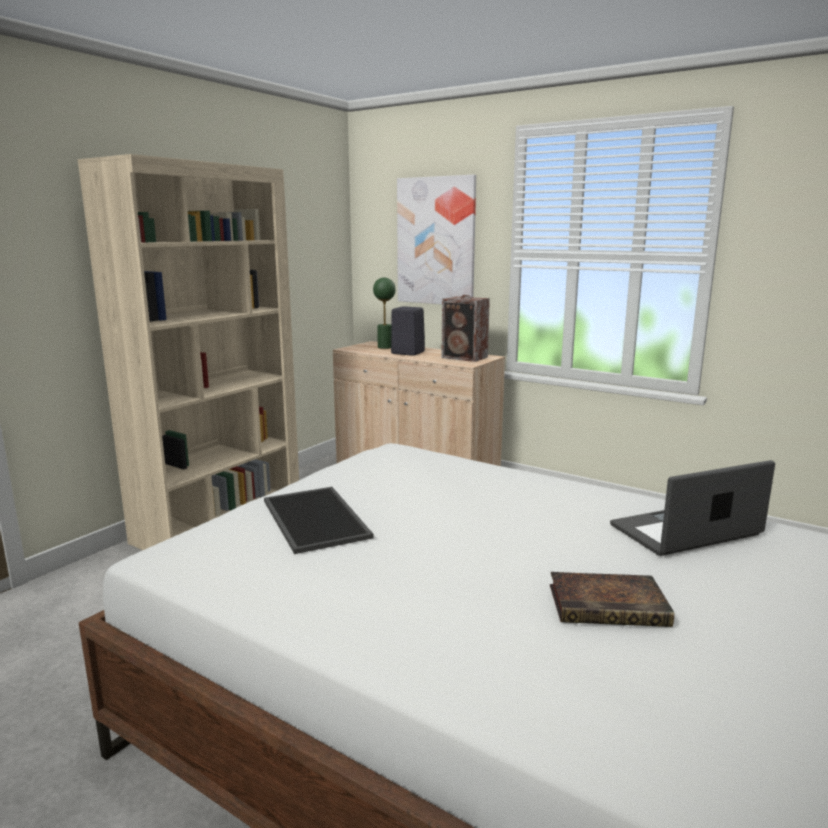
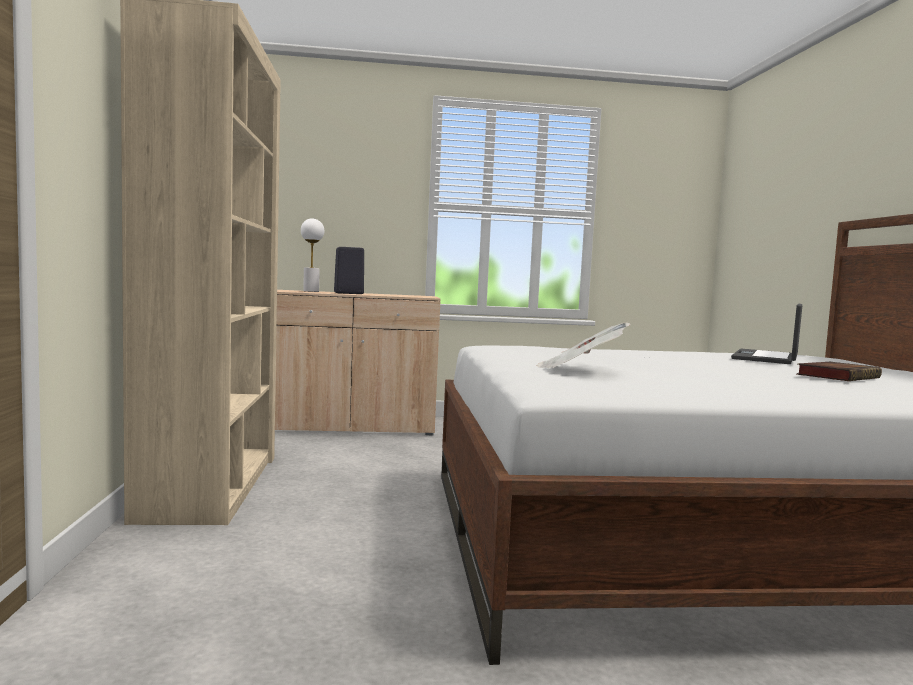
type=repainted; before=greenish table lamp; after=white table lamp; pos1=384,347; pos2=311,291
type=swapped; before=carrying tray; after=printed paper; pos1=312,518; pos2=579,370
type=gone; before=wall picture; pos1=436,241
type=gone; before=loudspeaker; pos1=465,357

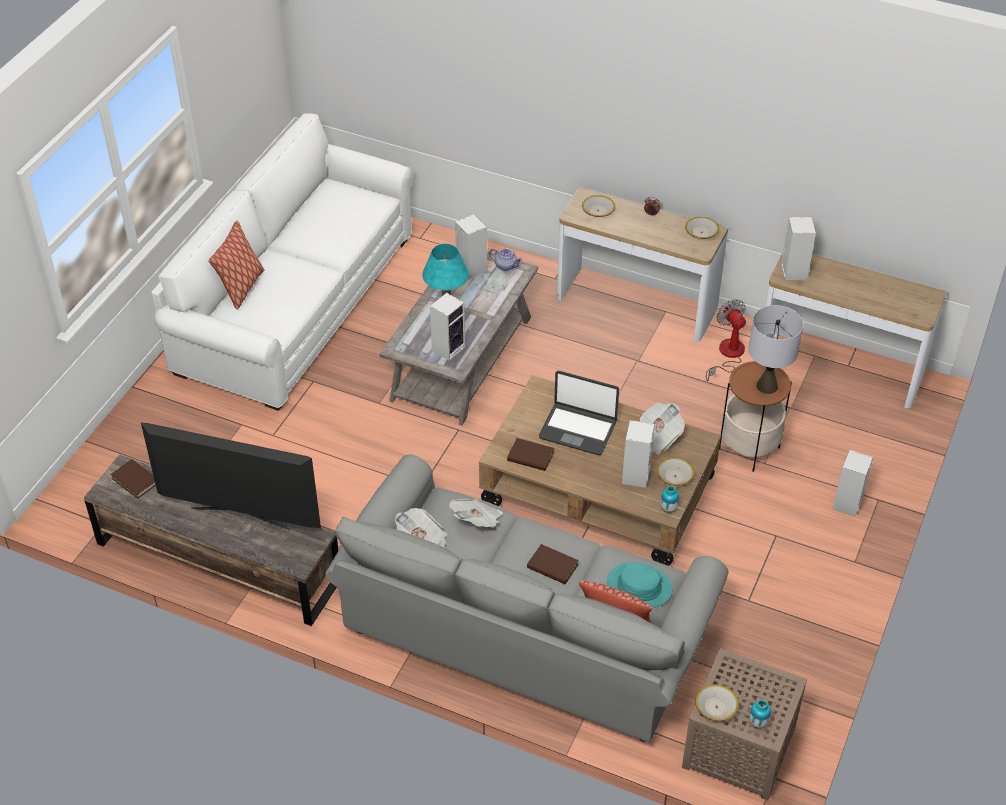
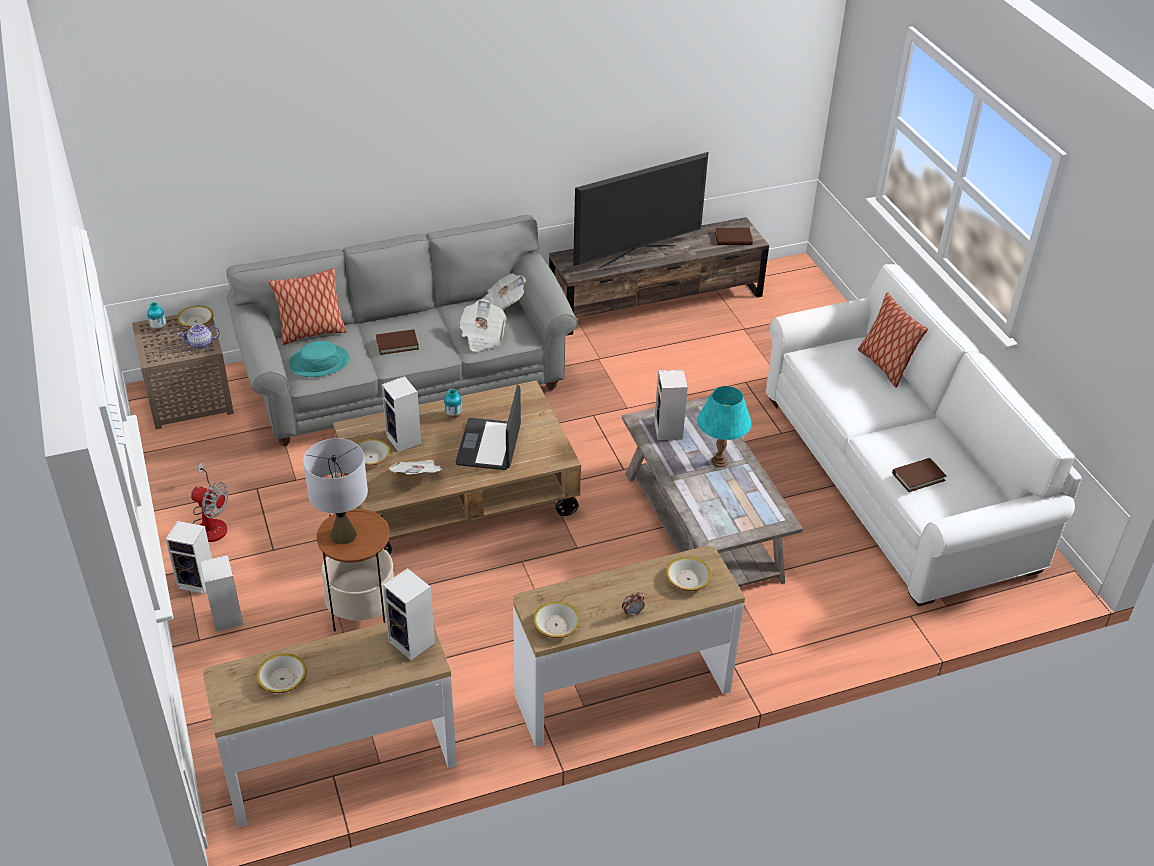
type=shifted; before=loudspeaker; pos1=470,268; pos2=198,581
type=shifted; before=tea pot; pos1=506,266; pos2=200,344
type=shifted; before=electric fan; pos1=727,355; pos2=211,523
type=new; after=deep dish; pos2=282,679
type=shifted; before=flower vase; pos1=668,509; pos2=453,415
type=rotated; before=laptop; pos1=578,429; pos2=489,445; turn=-60
type=shifted; before=brownish bound book; pos1=530,456; pos2=918,477

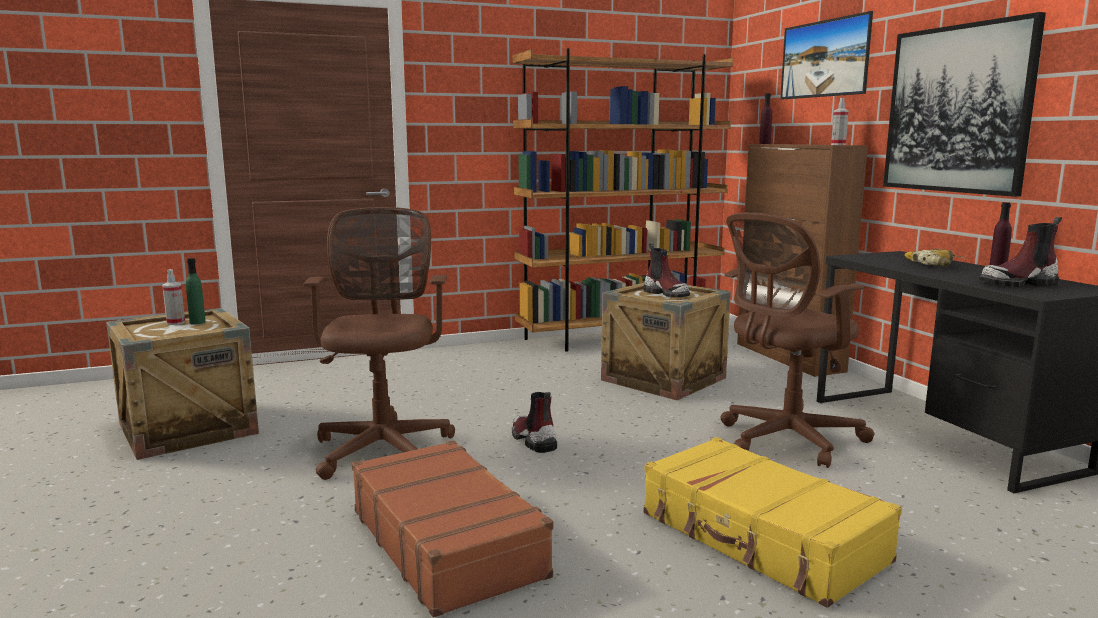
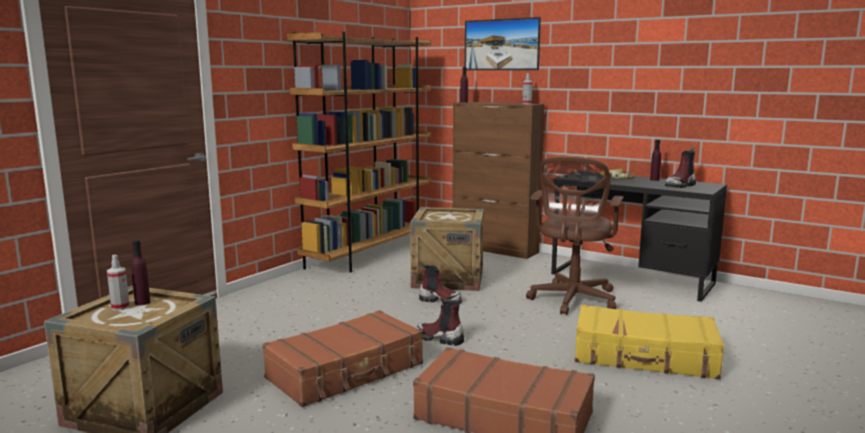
type=repainted; before=greenish drink bottle; after=purple drink bottle; pos1=197,322; pos2=142,302
type=swapped; before=brownish computer chair; after=brownish travel case; pos1=384,446; pos2=346,371
type=shifted; before=boot; pos1=666,294; pos2=440,300
type=gone; before=wall picture; pos1=957,109

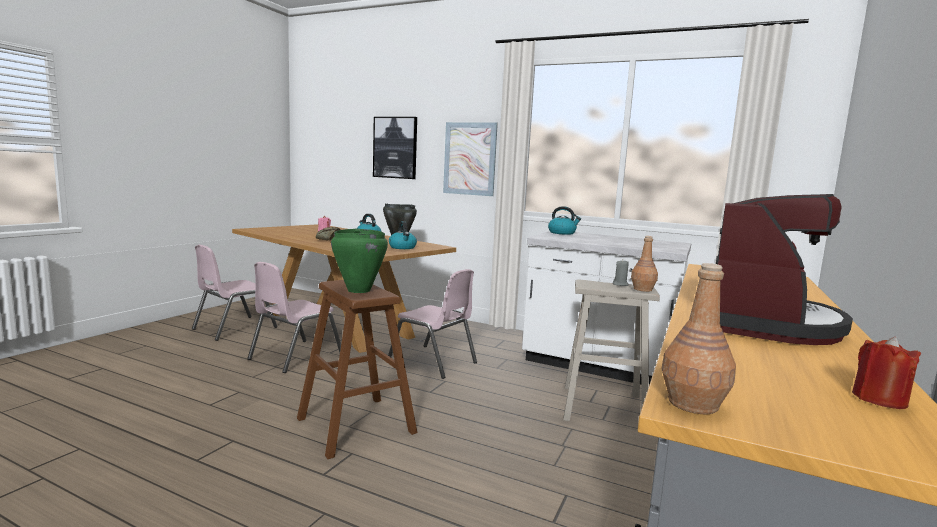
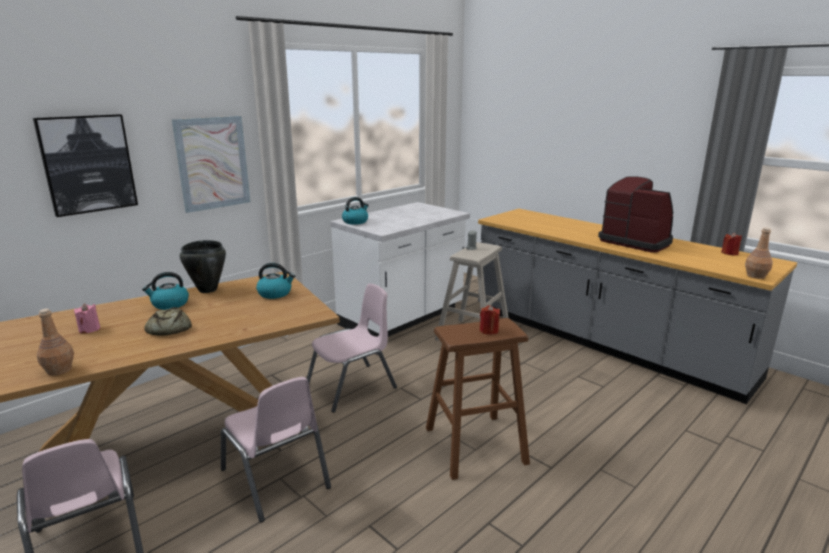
type=shifted; before=brownish drink bottle; pos1=642,289; pos2=59,370
type=swapped; before=greenish saucepot; after=red candle; pos1=358,290; pos2=489,330

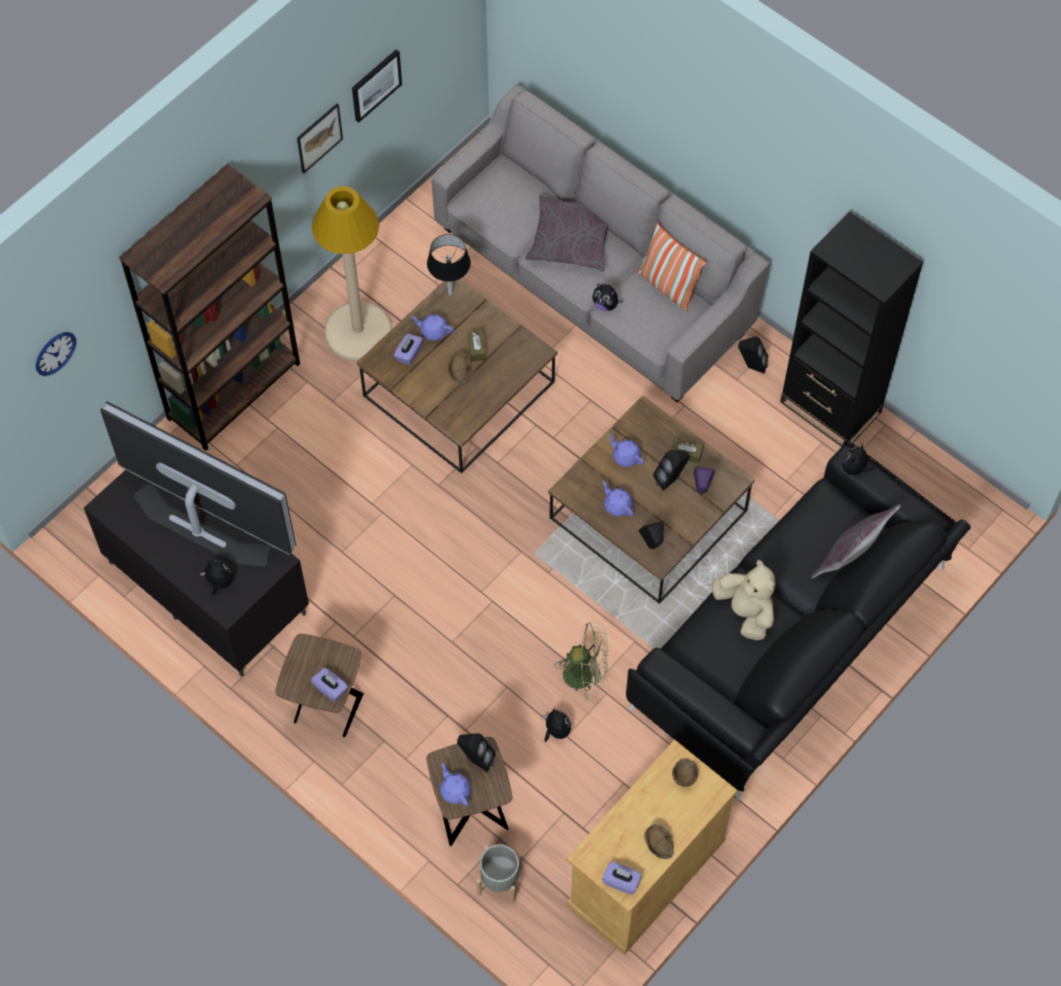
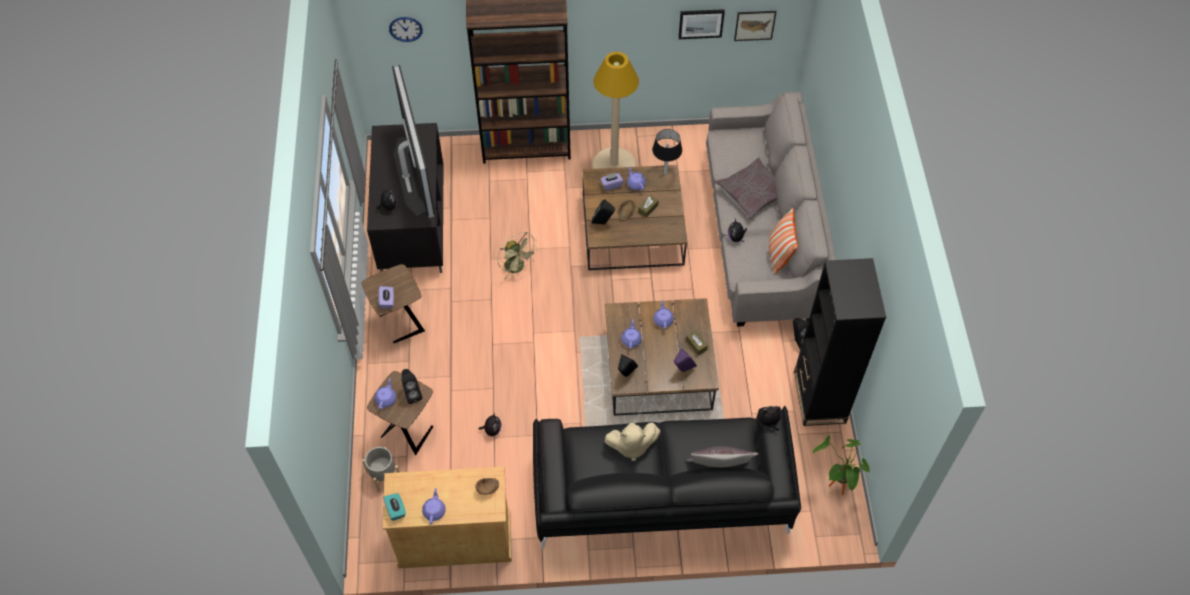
type=repainted; before=purple tissue holder; after=turquoise tissue holder; pos1=621,881; pos2=396,510
type=swapped; before=brownish deep dish; after=purple tea pot; pos1=659,846; pos2=434,511
type=shifted; before=greenish electric fan; pos1=585,674; pos2=517,268
type=shifted; before=blackish loudspeaker; pos1=671,479; pos2=603,223
type=rotated; before=sand-coloured plush toy; pos1=745,611; pos2=631,446; turn=75
type=shifted; before=wall picture; pos1=319,137; pos2=754,25
type=new; after=potted plant; pos2=835,489

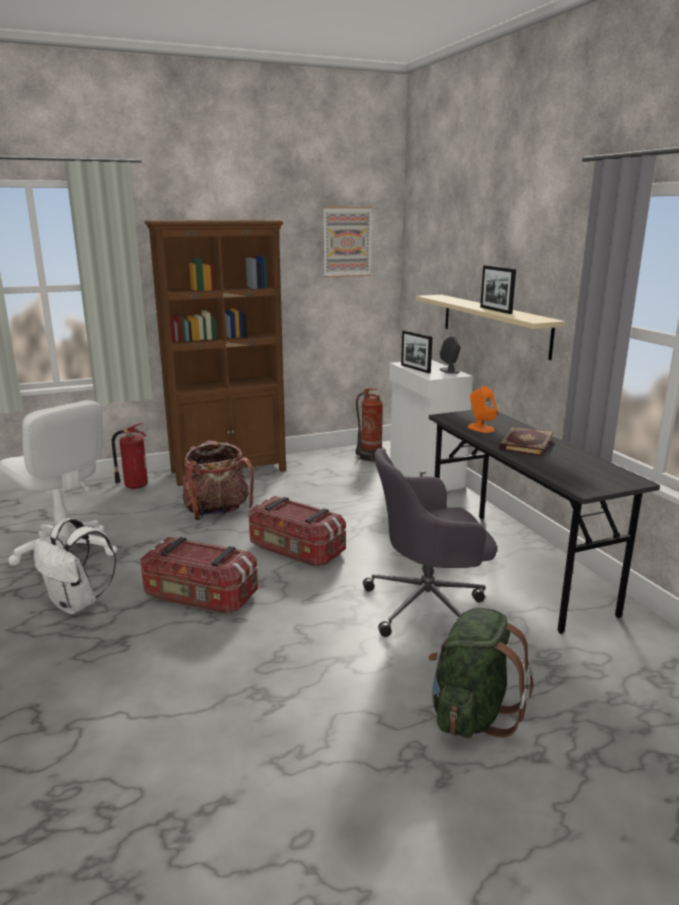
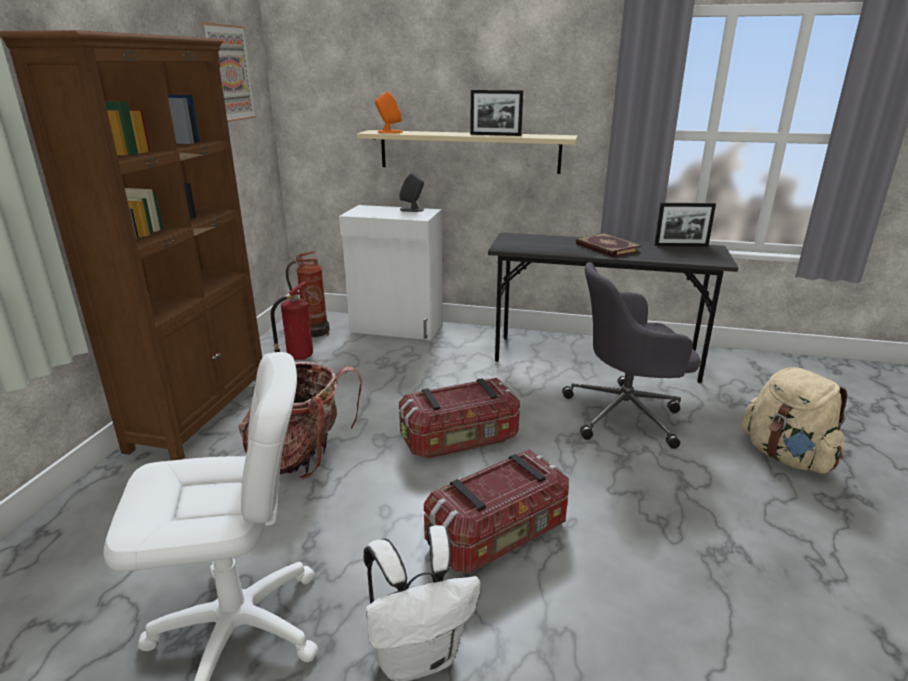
type=shifted; before=fire extinguisher; pos1=135,486; pos2=298,356
type=shifted; before=orange loudspeaker; pos1=480,428; pos2=389,132
type=rotated; before=grey computer chair; pos1=428,606; pos2=625,414; turn=60
type=shifted; before=picture frame; pos1=415,369; pos2=681,245
type=repainted; before=greenish backpack; after=sand-coloured backpack; pos1=471,713; pos2=786,456

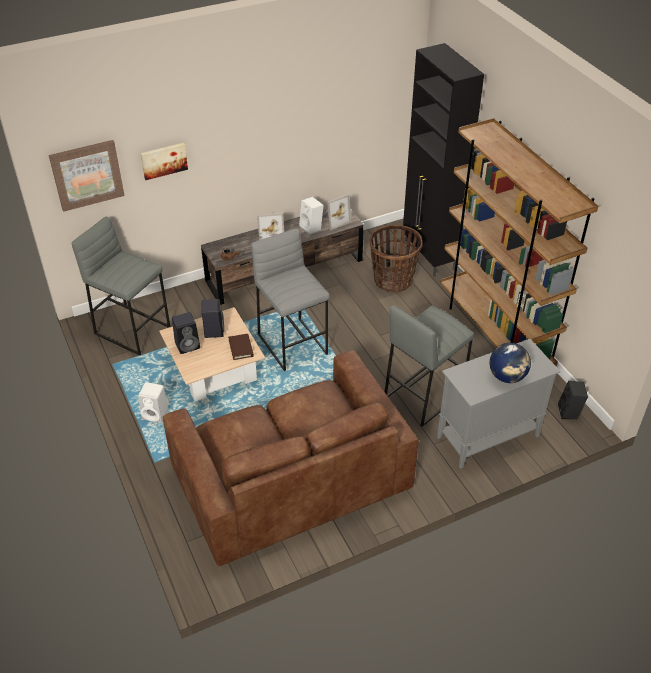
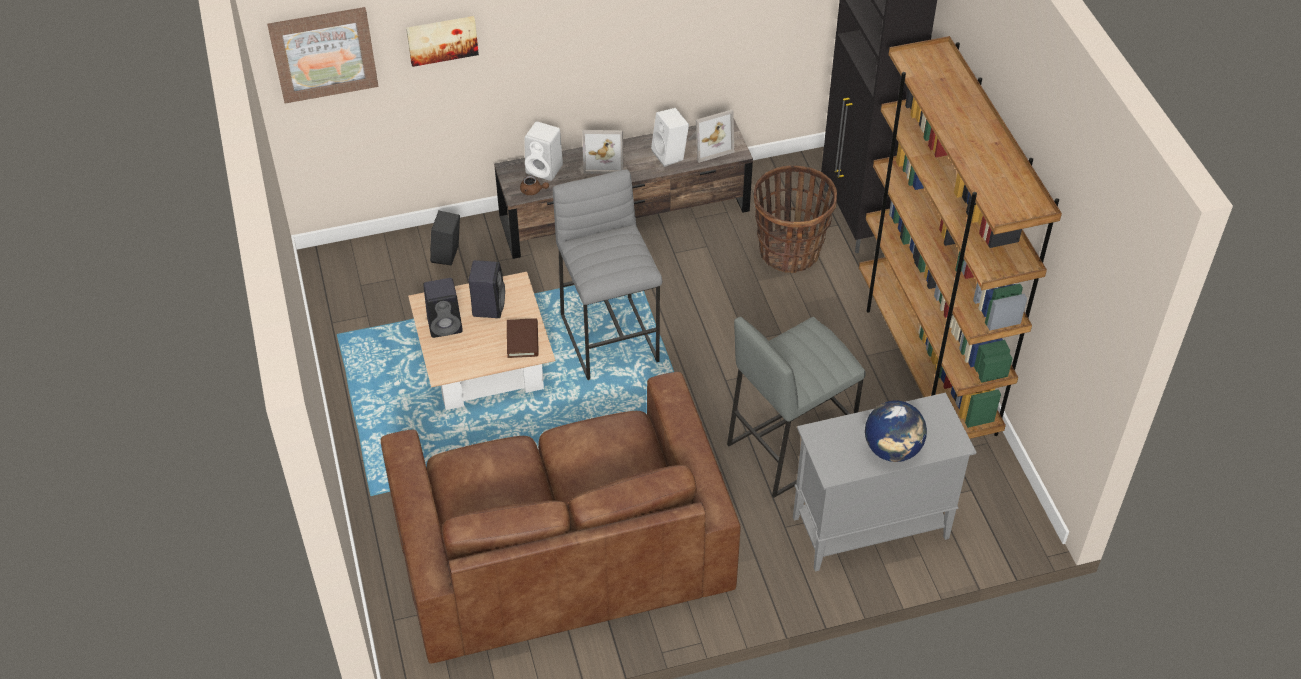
type=shifted; before=blackish loudspeaker; pos1=570,412; pos2=448,256
type=shifted; before=white loudspeaker; pos1=156,414; pos2=545,169
type=gone; before=grey stool seat; pos1=133,330

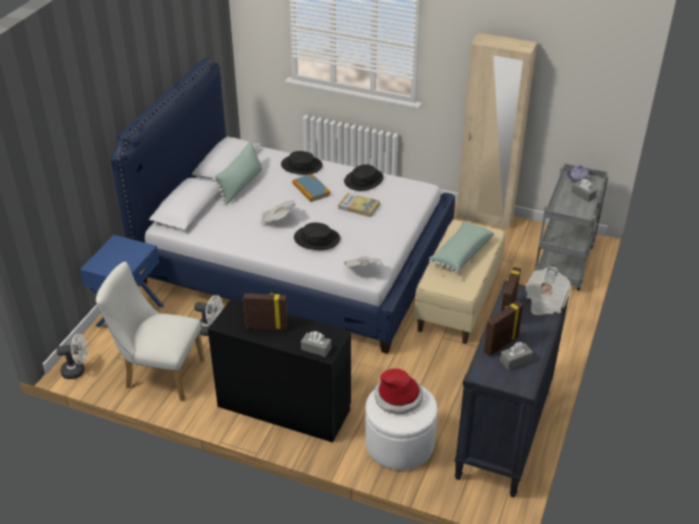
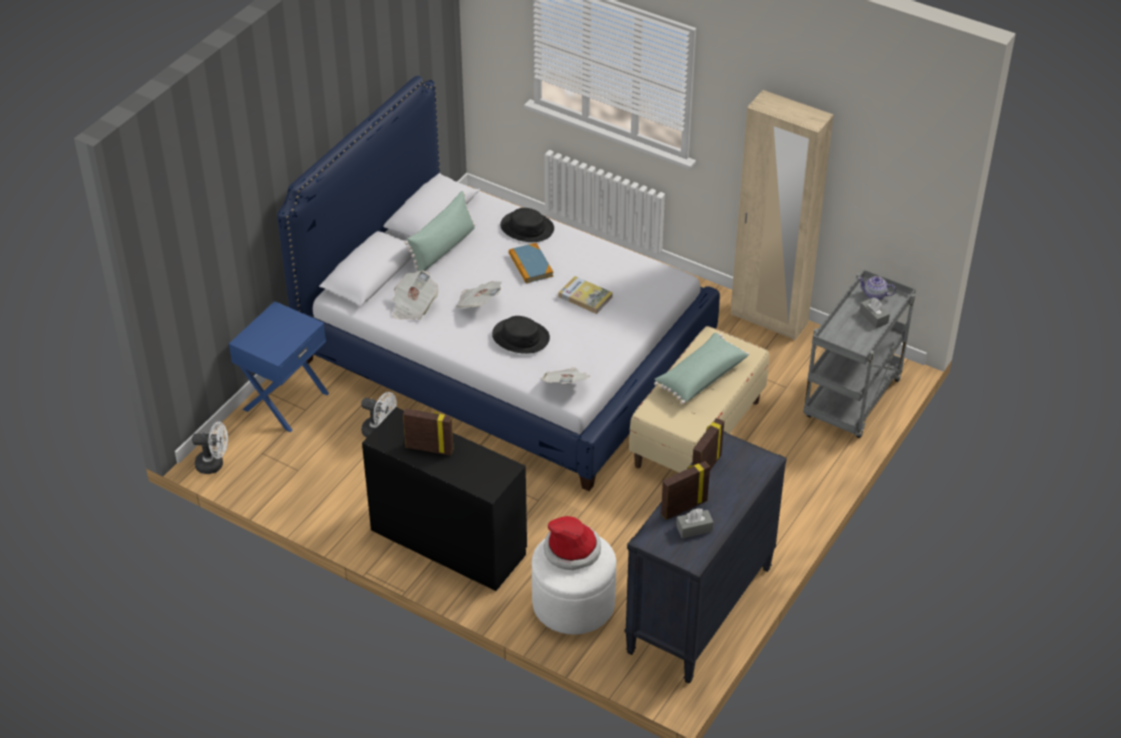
type=shifted; before=printed paper; pos1=545,301; pos2=413,306
type=gone; before=white plain chair; pos1=159,374
type=gone; before=grey tissue holder; pos1=316,348
type=gone; before=blackish hat; pos1=363,180

